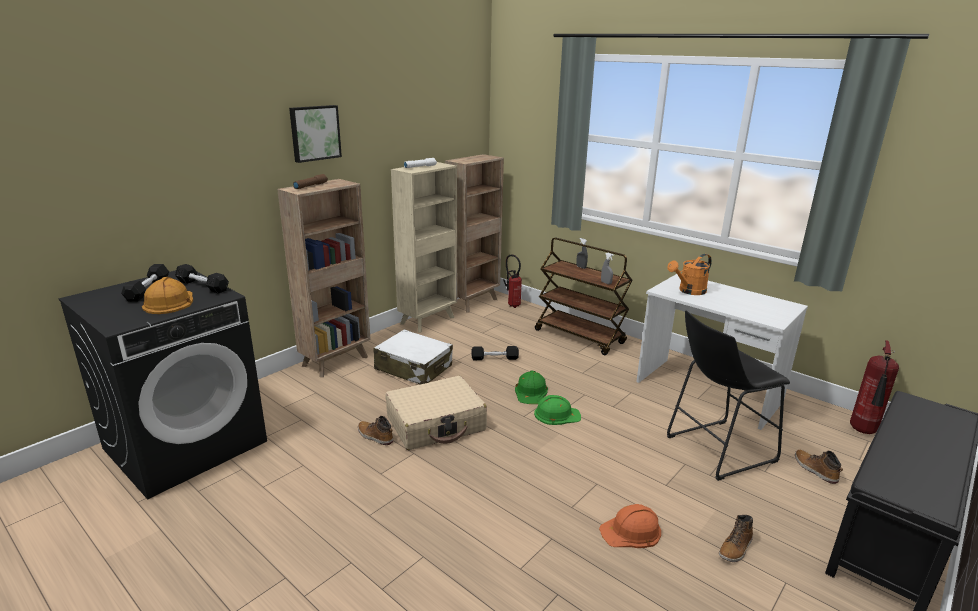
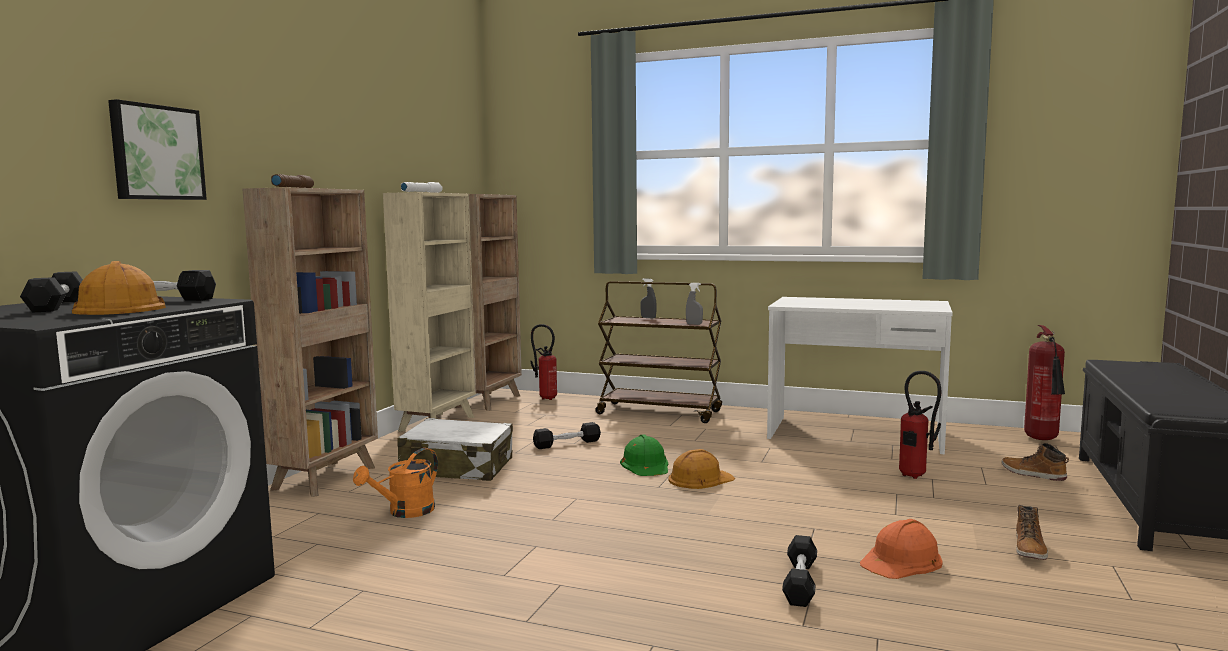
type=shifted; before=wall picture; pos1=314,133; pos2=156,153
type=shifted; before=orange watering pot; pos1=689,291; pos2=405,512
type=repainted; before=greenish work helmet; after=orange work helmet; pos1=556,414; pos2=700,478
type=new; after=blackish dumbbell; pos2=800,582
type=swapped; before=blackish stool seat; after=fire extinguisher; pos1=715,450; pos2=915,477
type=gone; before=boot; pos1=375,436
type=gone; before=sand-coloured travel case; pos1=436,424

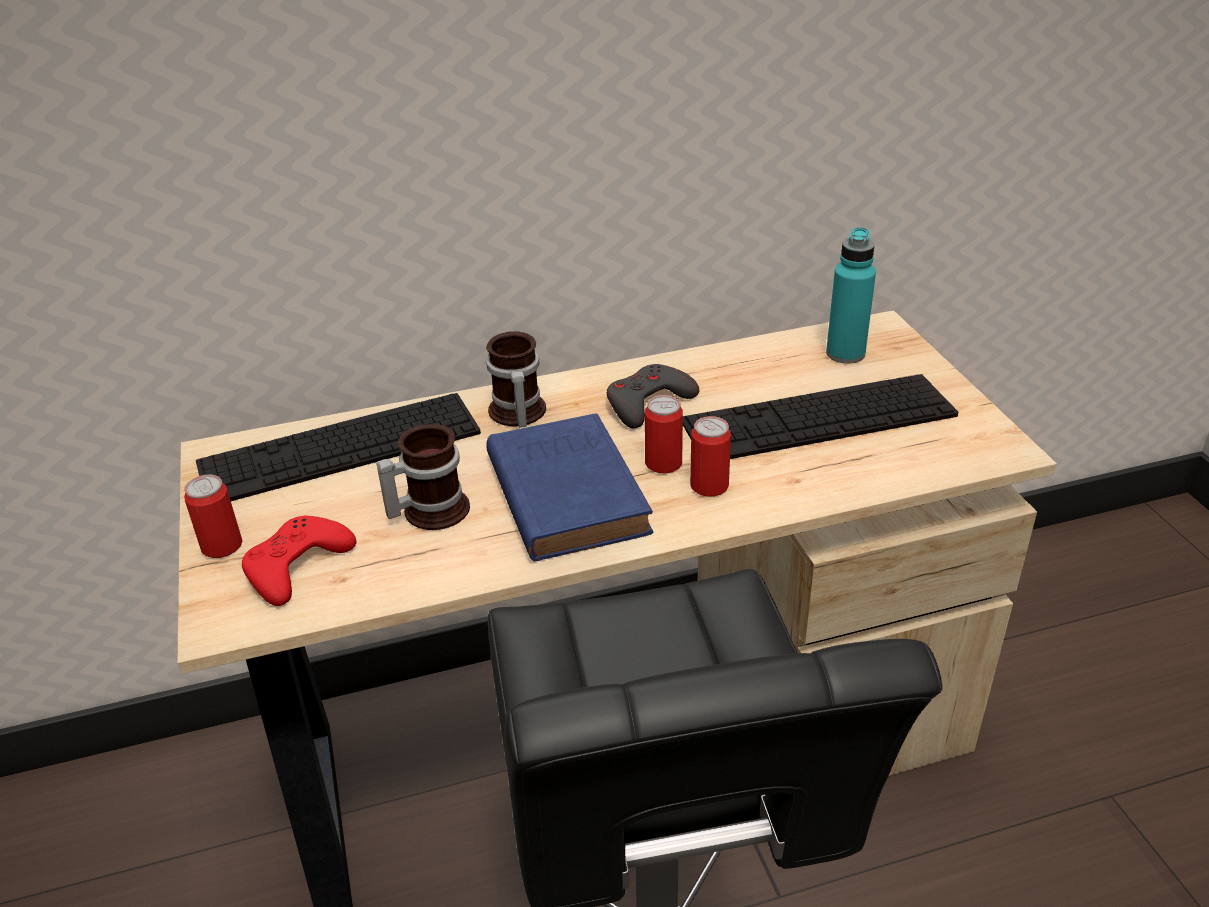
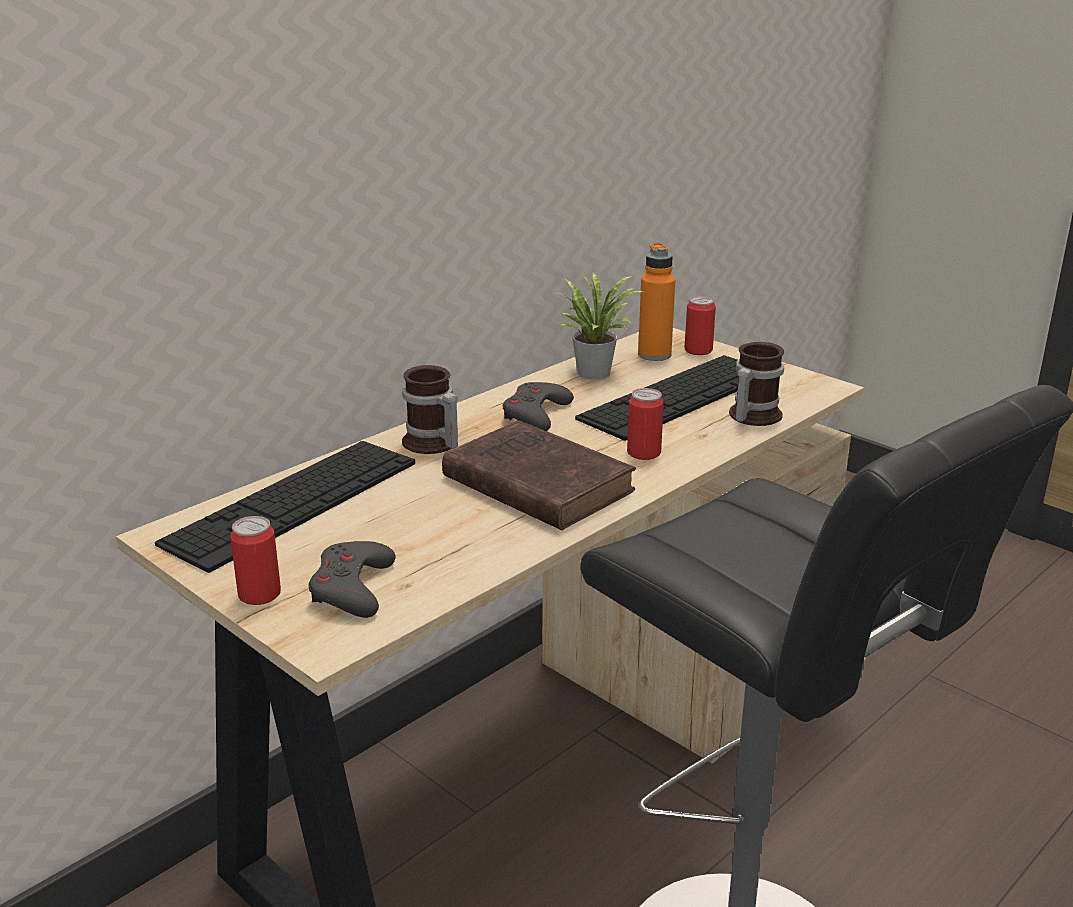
type=repainted; before=red joypad; after=grey joypad; pos1=296,566; pos2=352,588
type=repainted; before=bluish bound book; after=brownish bound book; pos1=565,491; pos2=534,483
type=new; after=potted plant; pos2=594,371
type=repainted; before=turquoise drink bottle; after=orange drink bottle; pos1=845,353; pos2=654,355
type=shifted; before=metal can; pos1=663,463; pos2=698,350
type=shifted; before=tea mug; pos1=429,510; pos2=750,416

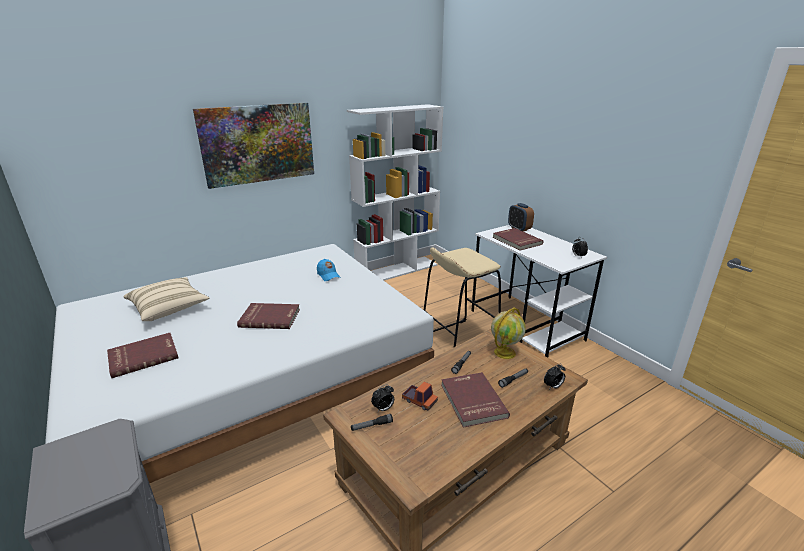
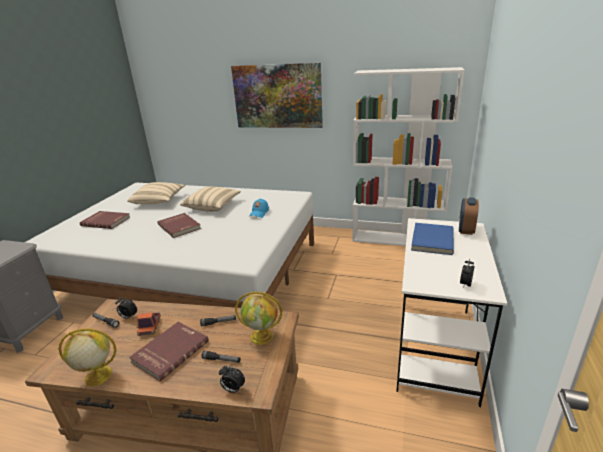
type=new; after=desk globe; pos2=97,376
type=new; after=sand-coloured throw pillow; pos2=212,206
type=repainted; before=red bound book; after=bluish bound book; pos1=516,241; pos2=431,240
type=gone; before=sand-coloured stool seat; pos1=459,340

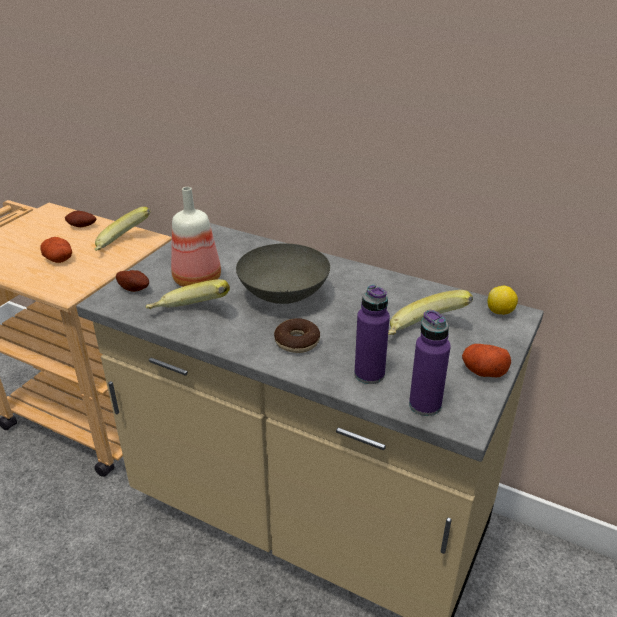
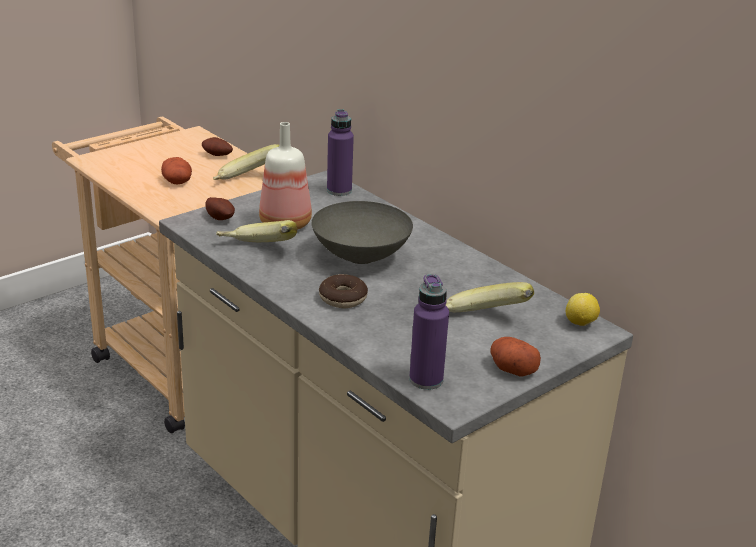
type=shifted; before=purple drink bottle; pos1=369,374; pos2=339,190

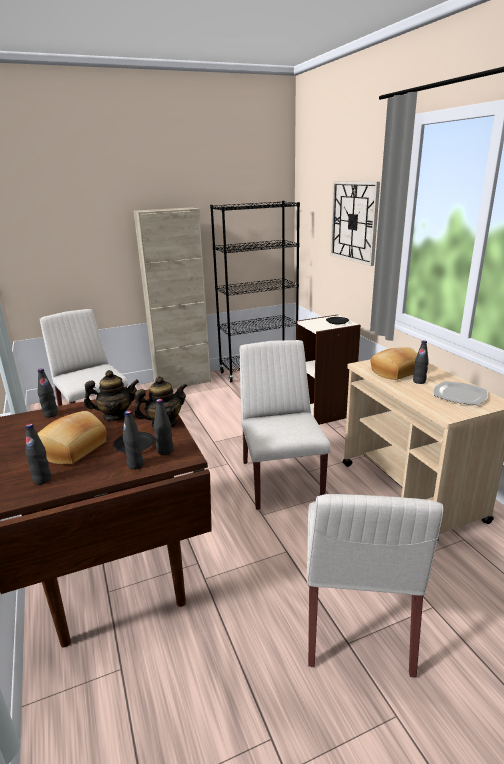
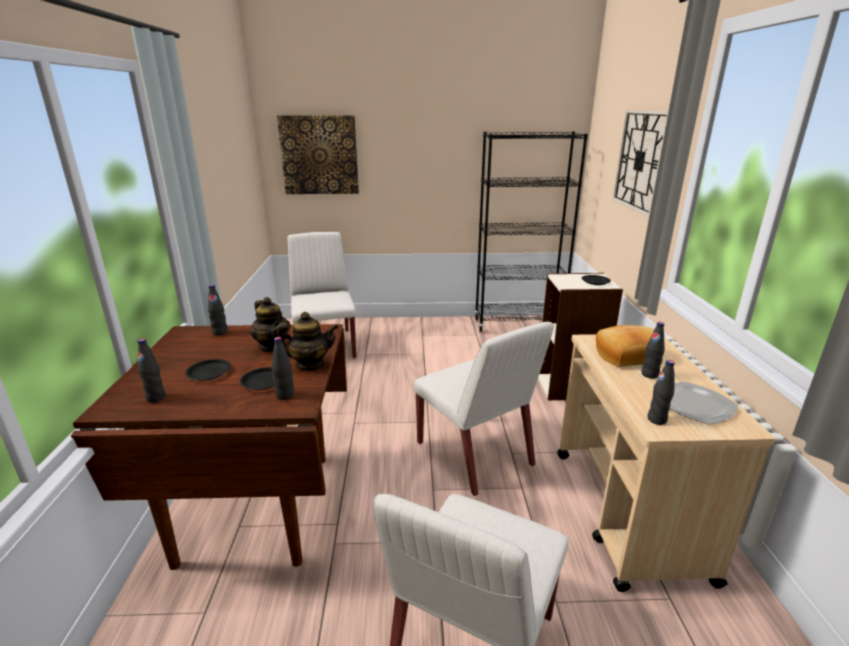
type=swapped; before=baked bread; after=blackish plate; pos1=74,449; pos2=208,373
type=rotated; before=tea pot; pos1=115,416; pos2=273,346; turn=45
type=new; after=wall picture; pos2=319,155
type=rotated; before=white plain chair; pos1=281,480; pos2=475,454; turn=135
type=shifted; before=blackish drink bottle; pos1=135,465; pos2=656,420
type=gone; before=sand-coloured cupboard; pos1=182,382

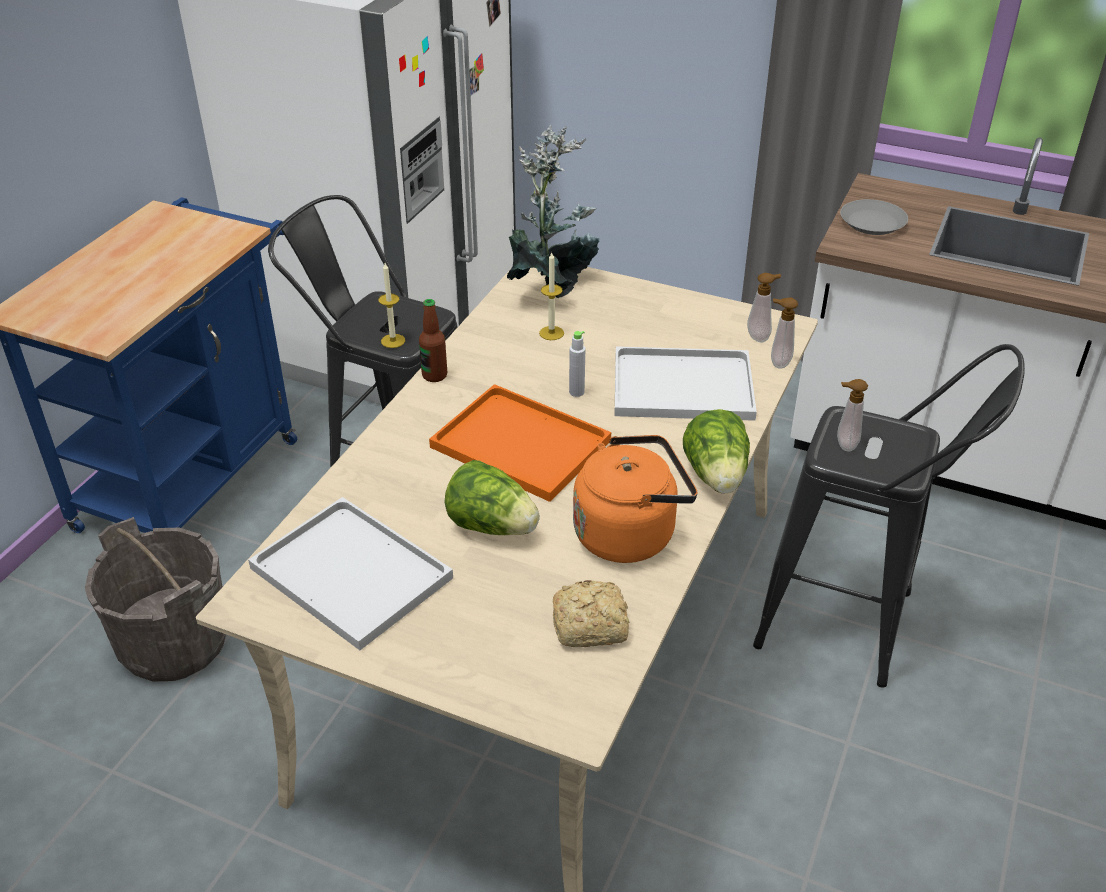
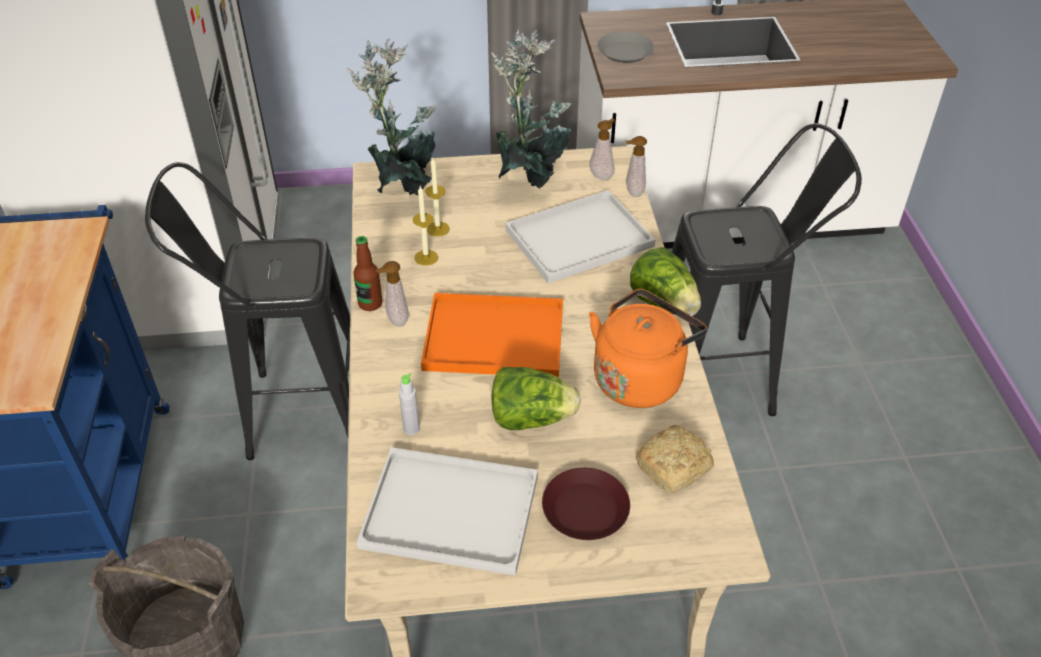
type=shifted; before=soap dispenser; pos1=844,445; pos2=395,320
type=shifted; before=grey drink bottle; pos1=576,392; pos2=411,429
type=shifted; before=candle; pos1=393,341; pos2=426,257
type=new; after=potted plant; pos2=530,178
type=new; after=brownish plate; pos2=584,509

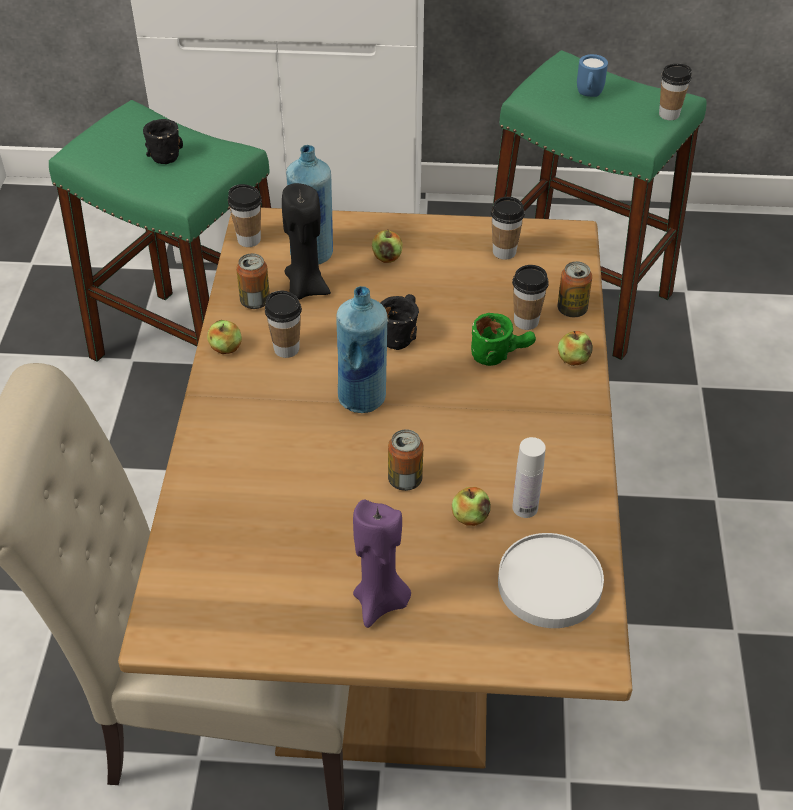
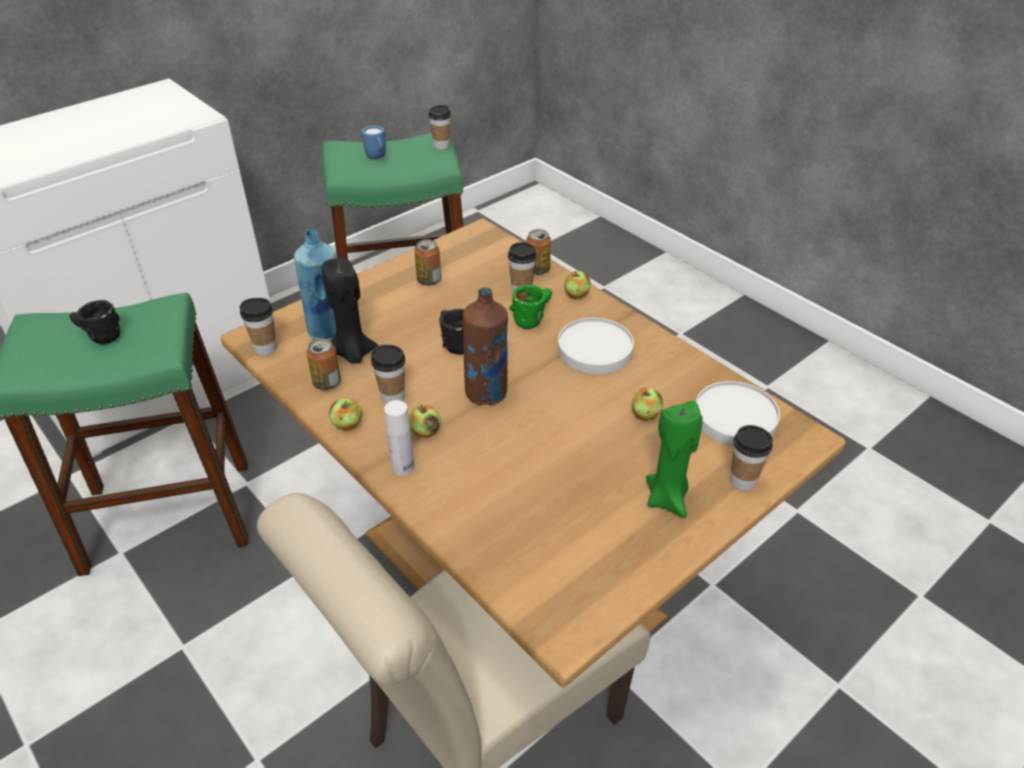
type=shifted; before=white drink bottle; pos1=525,507; pos2=403,467
type=shifted; before=apple fruit; pos1=387,257; pos2=425,431
type=shifted; before=metal can; pos1=405,480; pos2=429,280
type=repainted; before=bluish drink bottle; after=brownish drink bottle; pos1=363,398; pos2=486,393
type=new; after=white plate; pos2=594,349
type=repainted; before=purple candle; after=greenish candle; pos1=381,602; pos2=667,498
type=shifted; before=cup; pos1=504,252; pos2=742,481

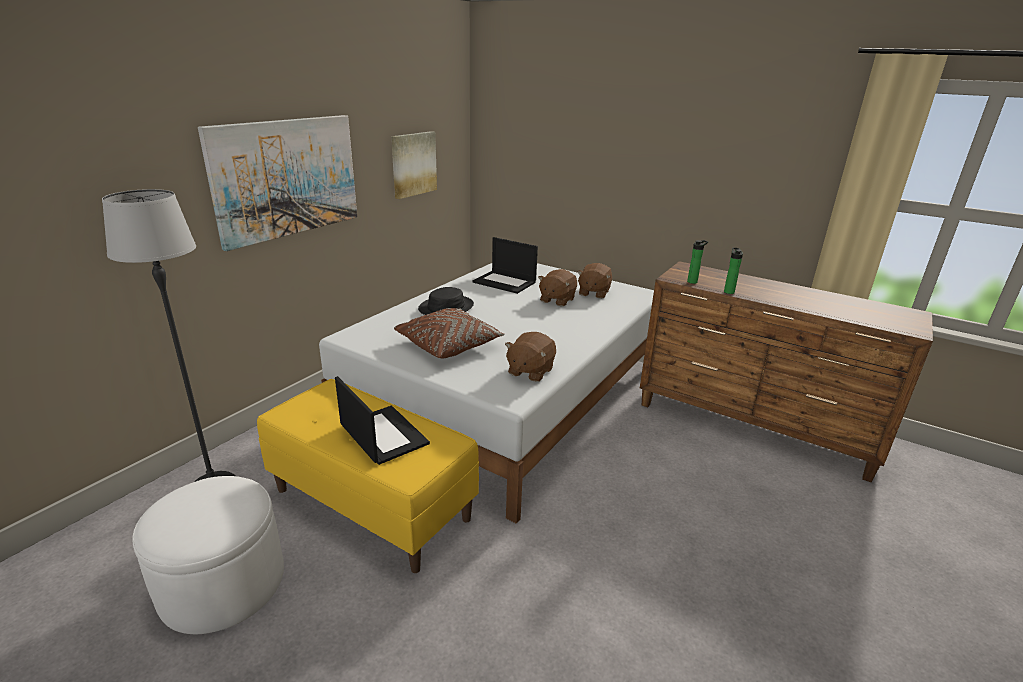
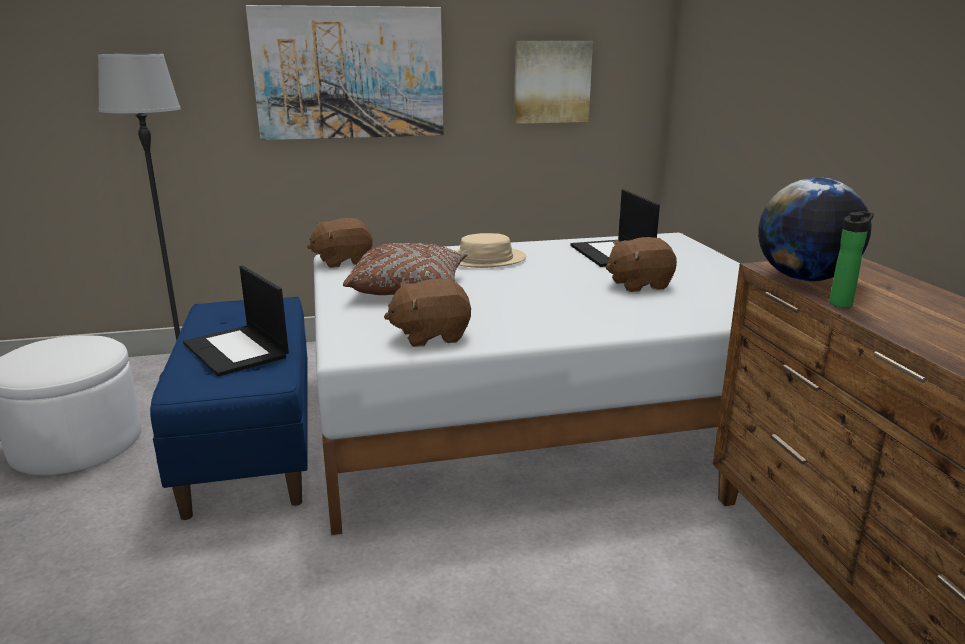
type=repainted; before=yellow-coloured indoor bench; after=bluish indoor bench; pos1=373,504; pos2=252,444
type=rotated; before=laptop; pos1=382,434; pos2=237,350; turn=135
type=shifted; before=brownish plush toy; pos1=593,293; pos2=343,261
type=repainted; before=blackish hat; after=sand-coloured hat; pos1=446,307; pos2=485,259
type=swapped; before=drink bottle; after=desk globe; pos1=693,281; pos2=804,279

